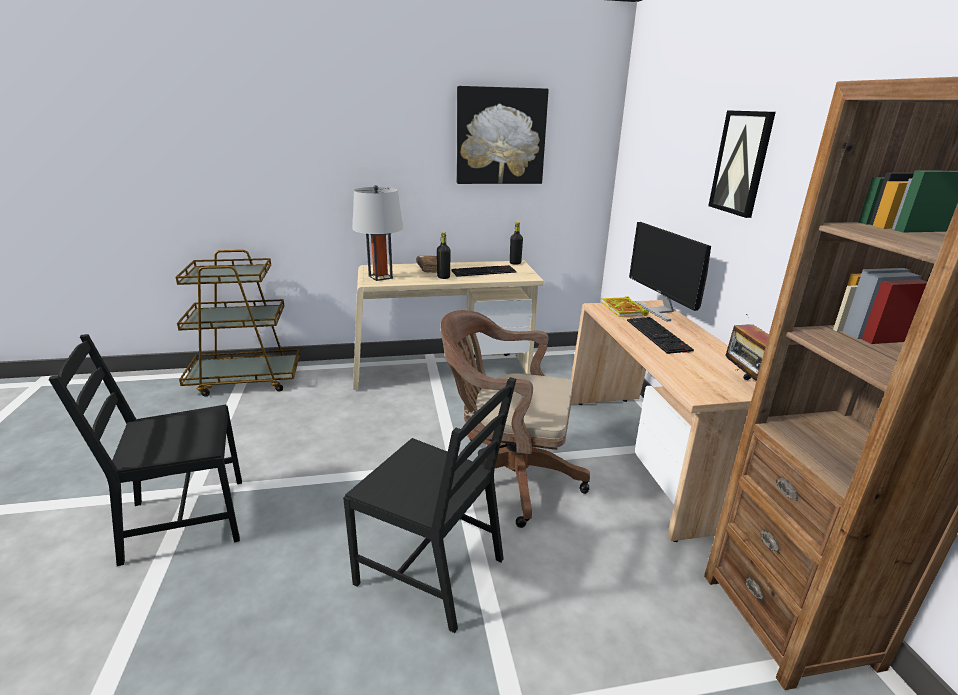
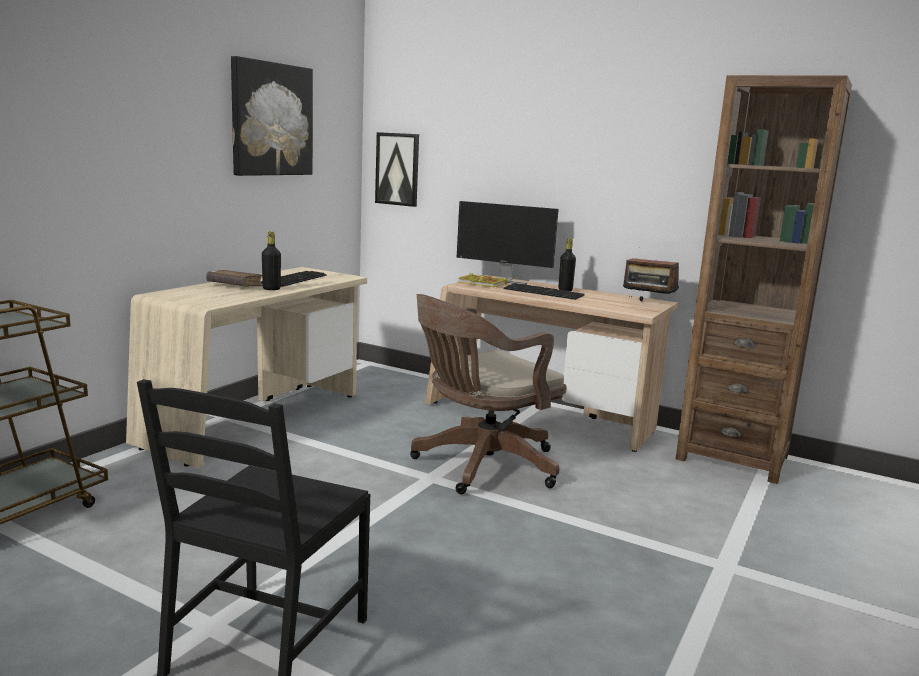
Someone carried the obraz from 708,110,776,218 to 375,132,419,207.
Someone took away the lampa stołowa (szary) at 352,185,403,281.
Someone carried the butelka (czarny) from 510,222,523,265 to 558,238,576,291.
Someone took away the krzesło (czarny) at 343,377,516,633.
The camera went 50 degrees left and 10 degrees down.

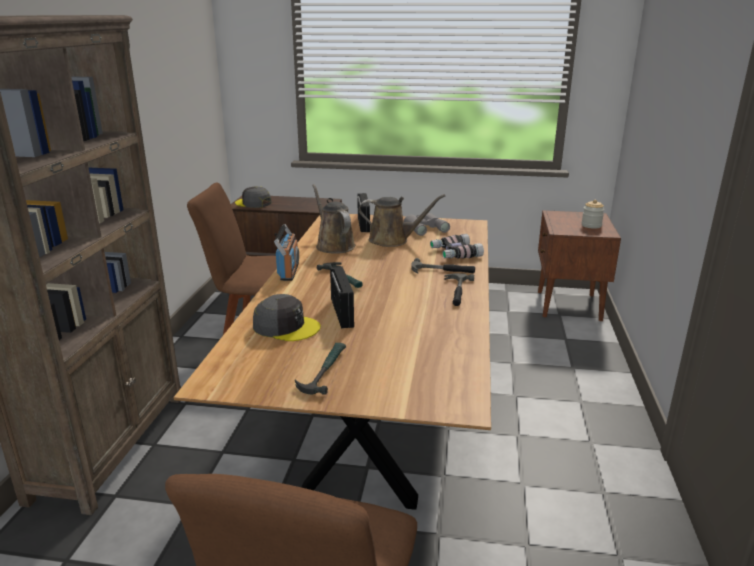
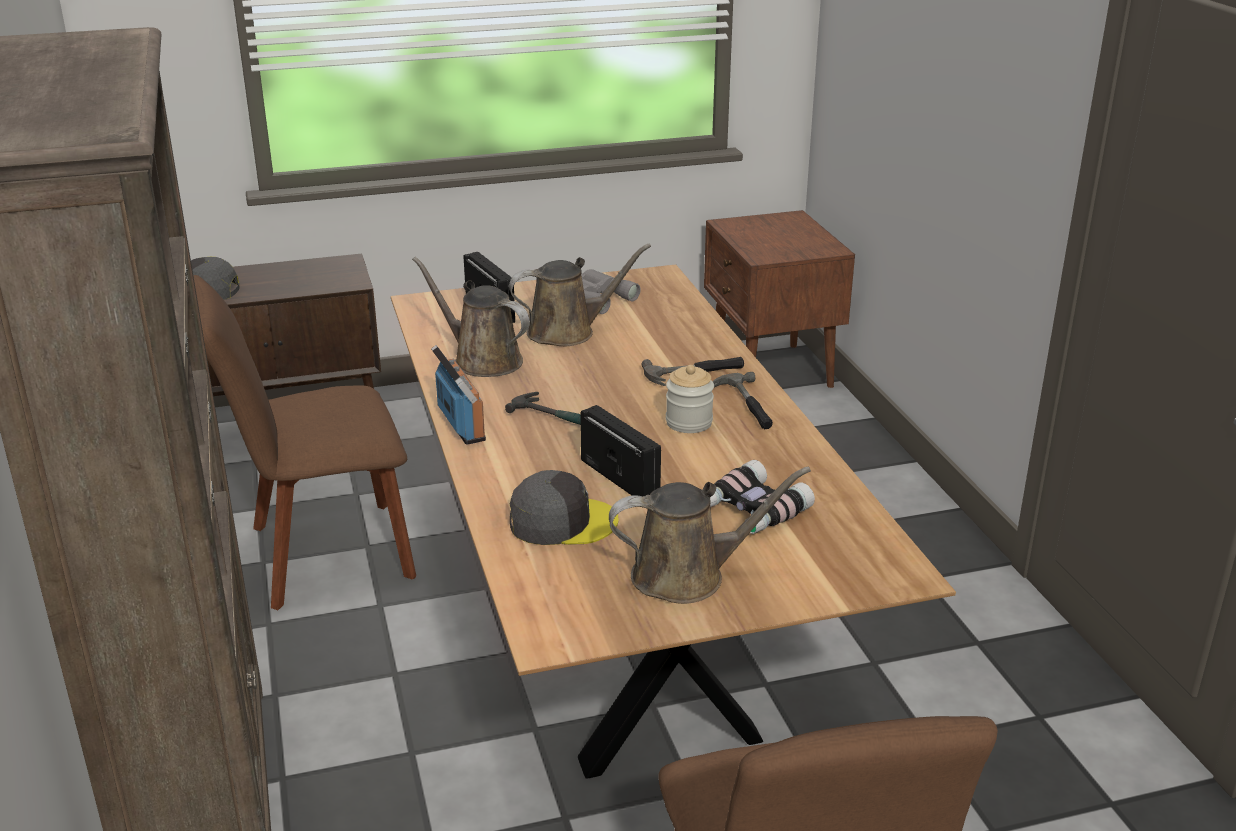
Someone carried the słoik from 581,200,605,229 to 666,365,714,433.
Someone carried the lornetka from 430,234,484,258 to 710,460,815,534.
Someone swapped the młotek at 295,343,346,395 for the konewka (brązowy) at 609,467,811,604.
The camera went 25 degrees left and 5 degrees up.

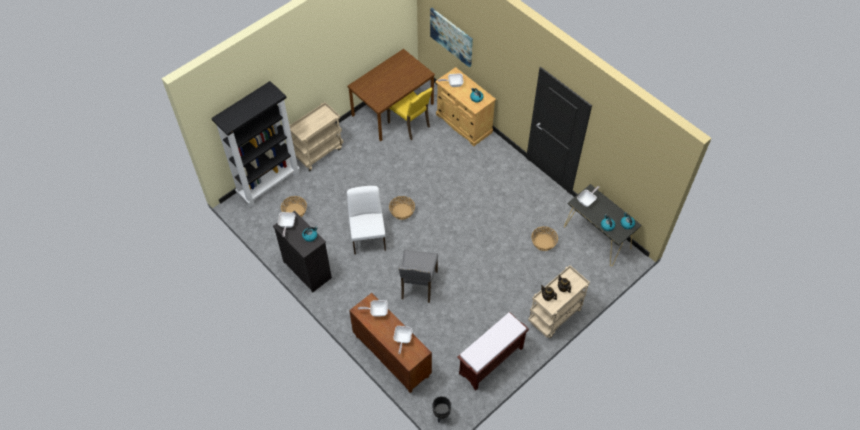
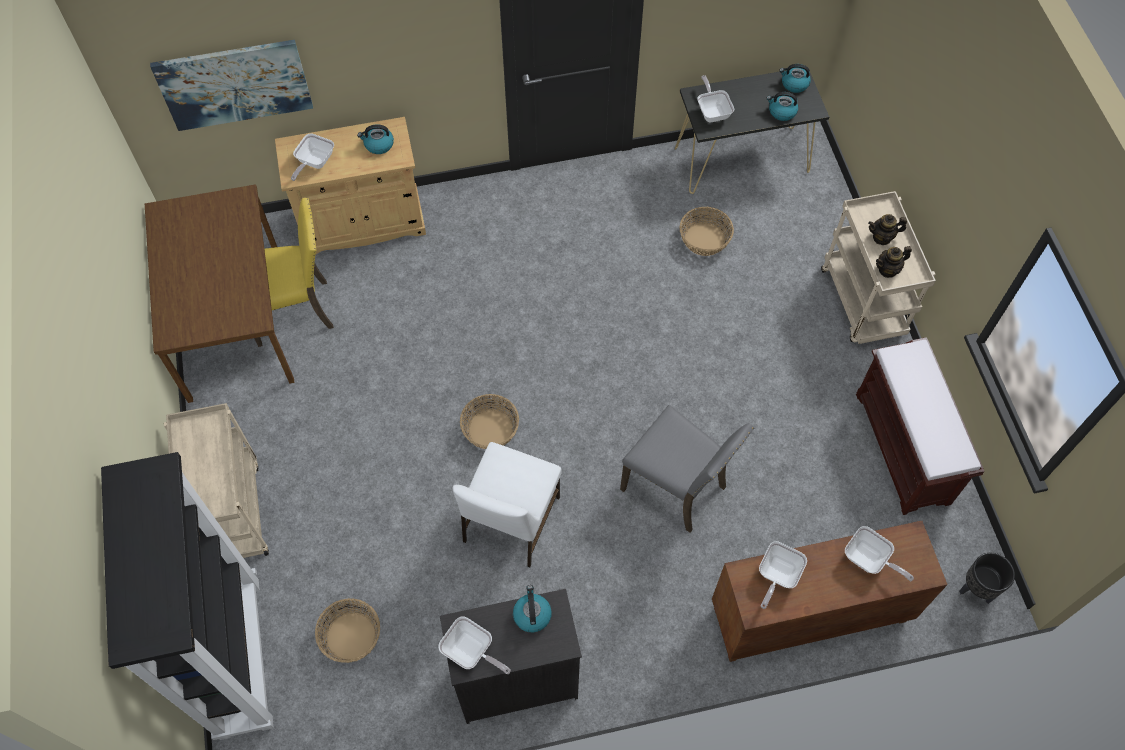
Someone rotated the krzesło (biały) at 347,186,386,255 by 90 degrees counterclockwise.
The camera went 60 degrees left and 5 degrees up.

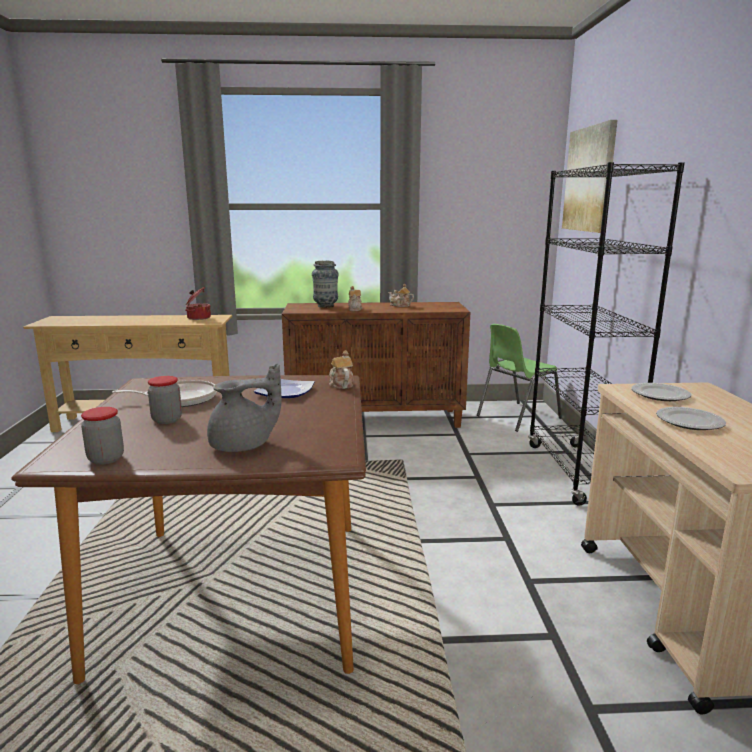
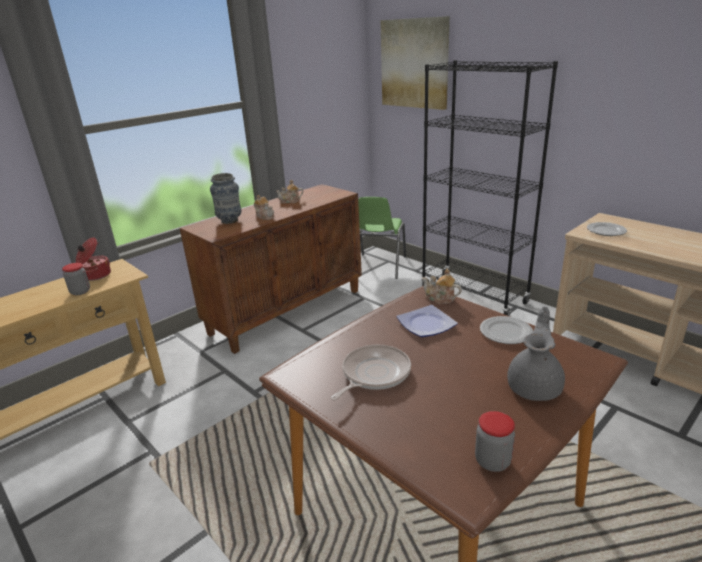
Someone carried the słoik from 148,376,182,424 to 62,263,90,295.
Someone carried the talerz from 656,407,726,430 to 480,316,533,344.
The camera went 40 degrees left and 10 degrees up.

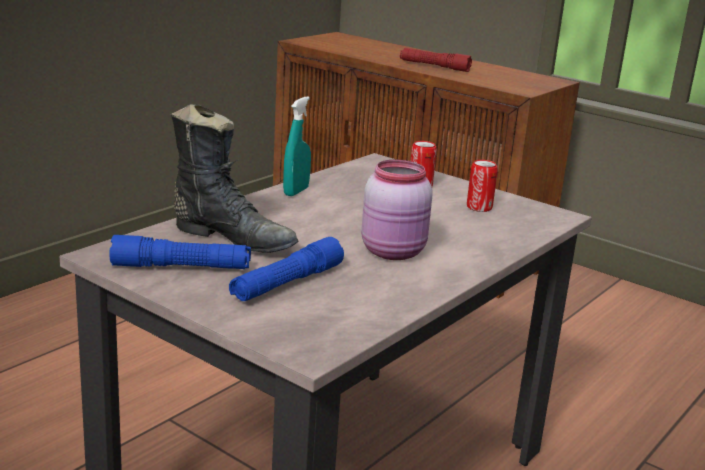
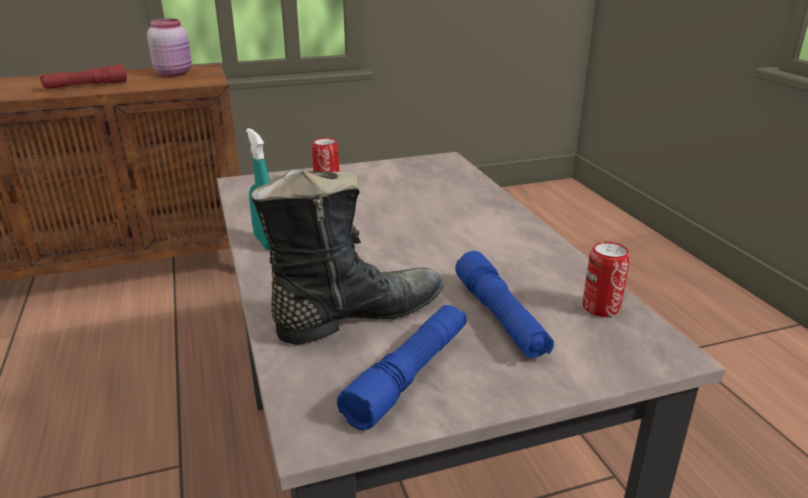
Someone carried the słoik (różowy) from 361,160,433,260 to 147,19,192,76.
Someone carried the puszka from 467,160,498,212 to 583,242,630,317.
The camera went 55 degrees left and 5 degrees up.

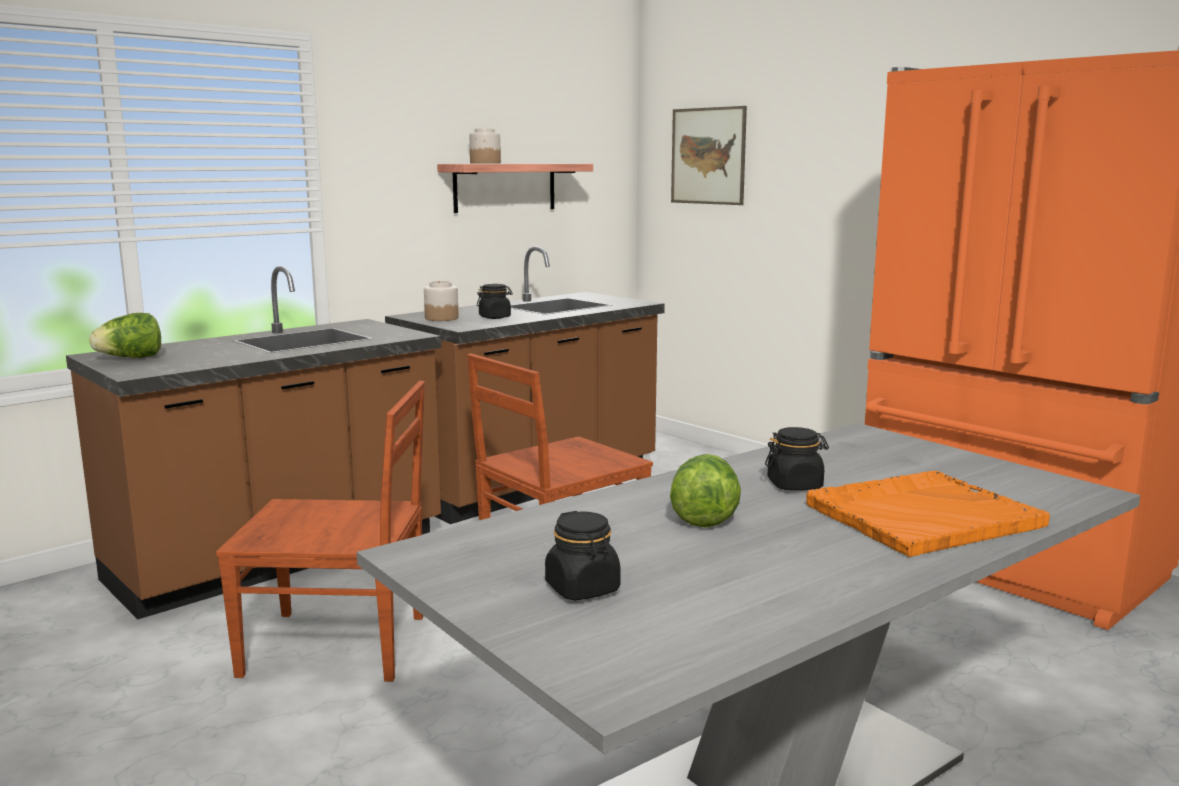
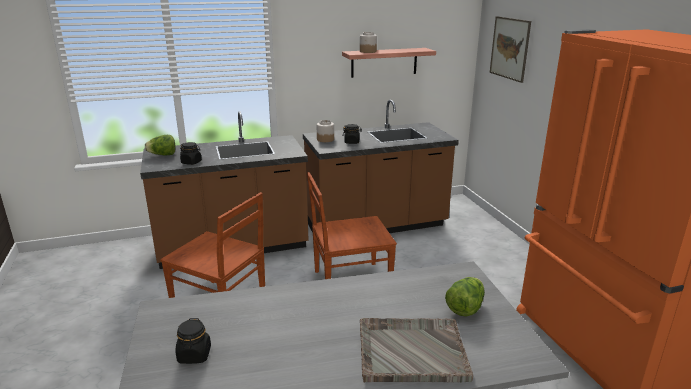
Someone carried the słoik (czarny) from 765,427,829,490 to 180,142,202,165.
Someone carried the sałata from 670,454,741,528 to 445,277,485,317.
Someone repainted the taca (pomarańczowy) at 807,471,1050,557, which became the taca (szary) at 360,318,473,382.
The camera went 25 degrees right and 10 degrees up.

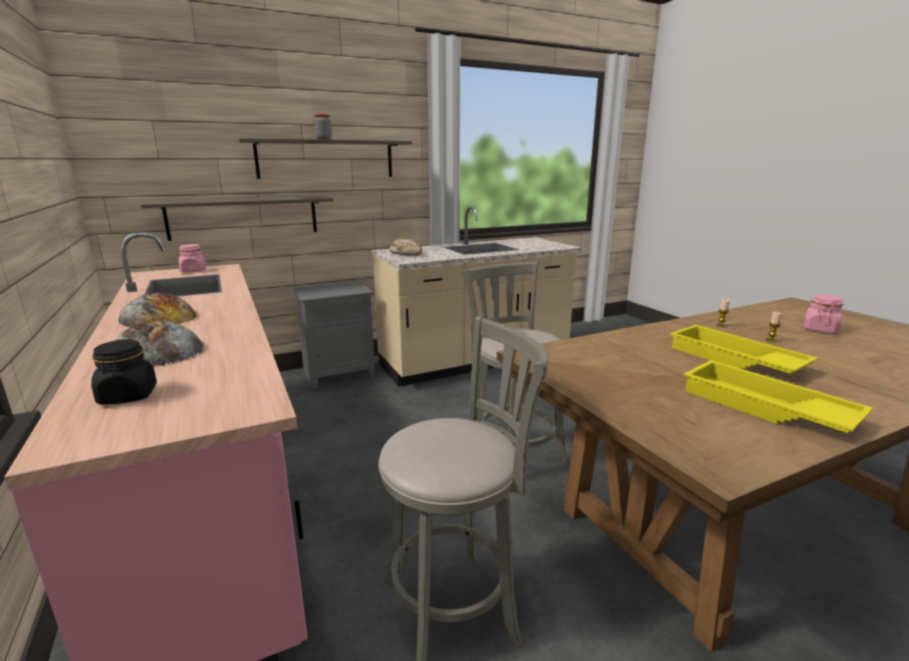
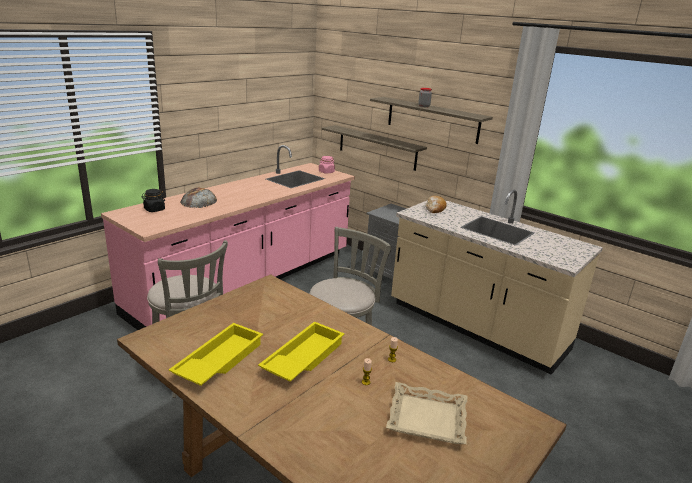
Someone took away the chleb at 118,292,196,327.
Someone swapped the słoik (różowy) at 804,294,843,333 for the taca (beżowy) at 386,382,467,444.
The camera went 65 degrees right and 5 degrees up.

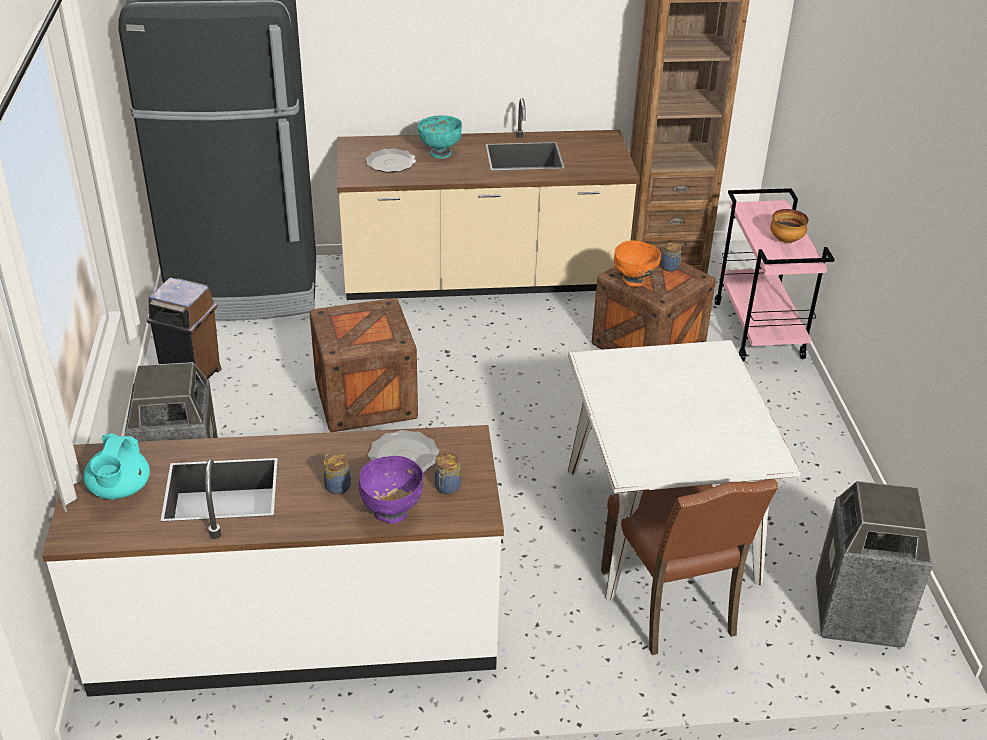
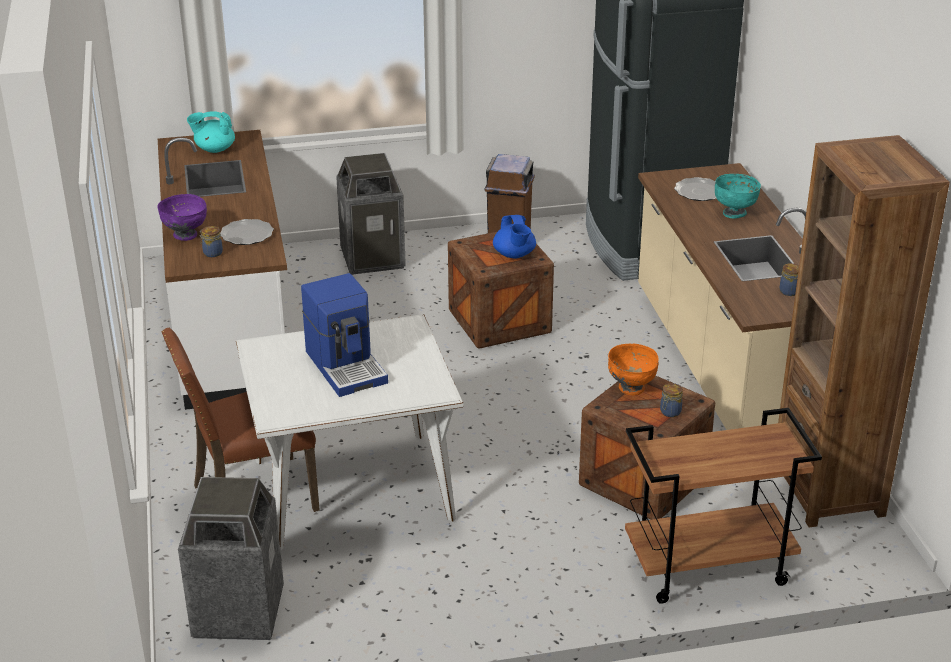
Someone repainted the wózek (różowy) at 715,188,835,361, which became the wózek (brązowy) at 625,408,822,604.
Someone took away the miska at 770,209,809,243.
Someone carried the słoik from 324,453,351,495 to 779,263,799,296.
Someone put down the imbryk (niebieski) at 493,215,536,258.
Someone put down the ekspres do kawy at 301,273,388,397.
The camera went 85 degrees right and 5 degrees down.

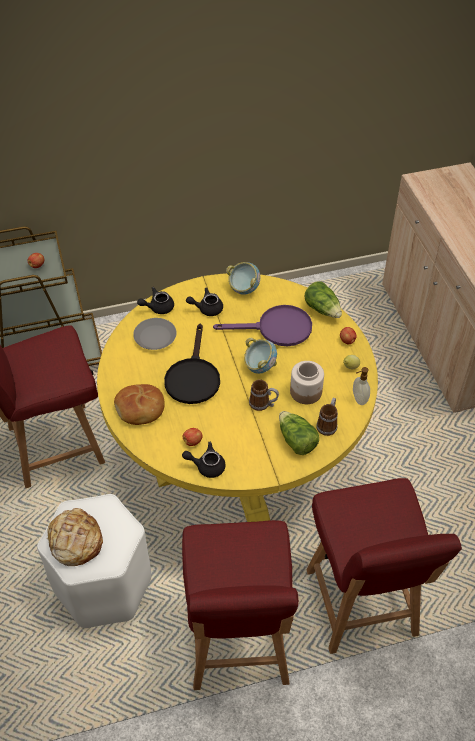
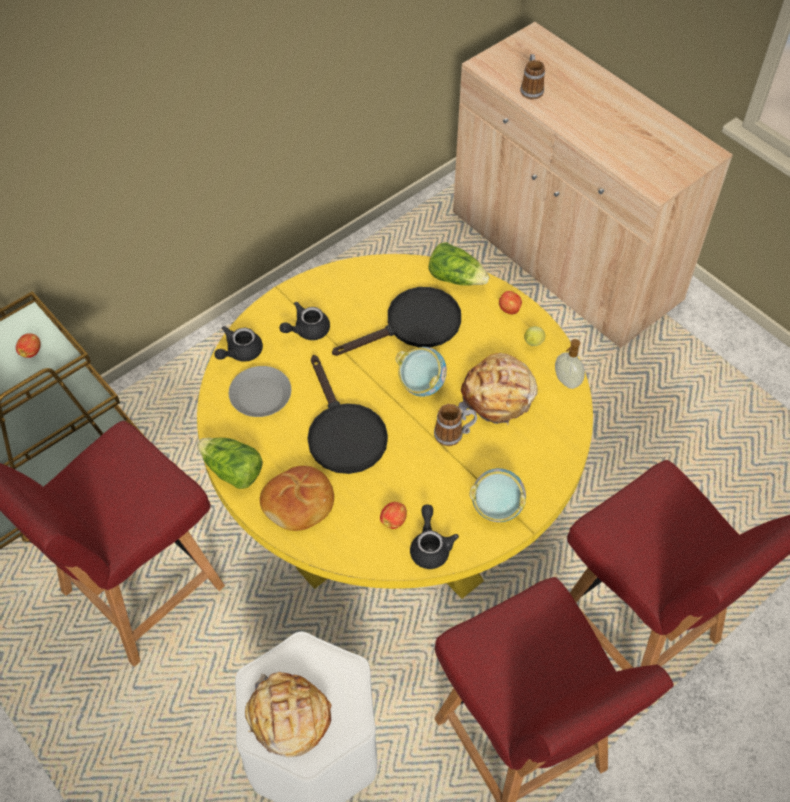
Someone carried the miska from 226,262,260,295 to 470,468,526,522.
Someone repainted the patelnia (fioletowy) at 213,305,312,346, which became the patelnia (czarny) at 332,287,461,356.
Someone swapped the słoik at 290,361,324,404 for the chleb at 458,353,538,425.
Someone carried the kubek from 316,398,338,436 to 520,54,545,99.
Someone carried the sałata from 279,411,319,455 to 197,438,263,489.
Someone rotated the imbryk (czarny) at 182,442,226,478 by 105 degrees clockwise.
The camera went 25 degrees left and 5 degrees up.

